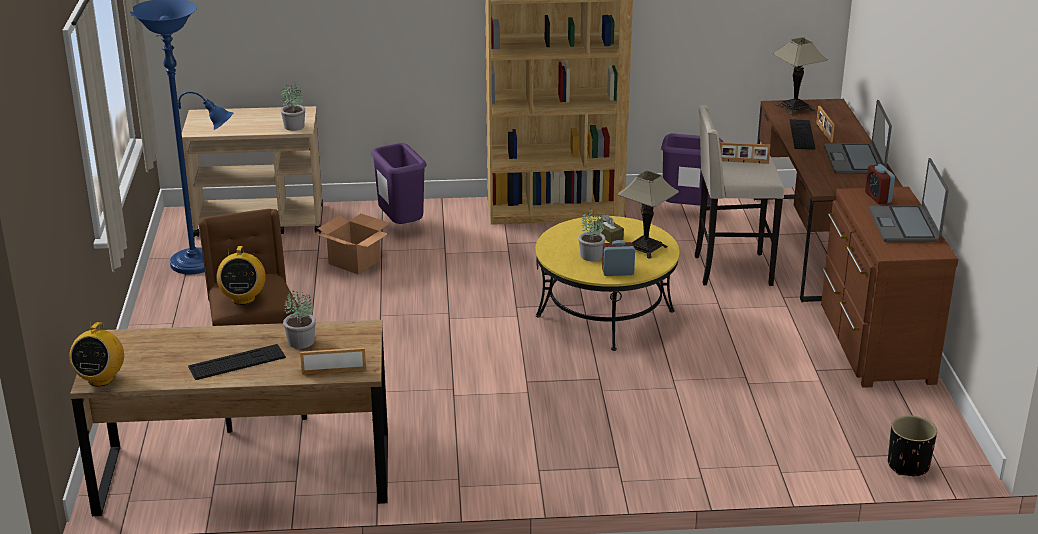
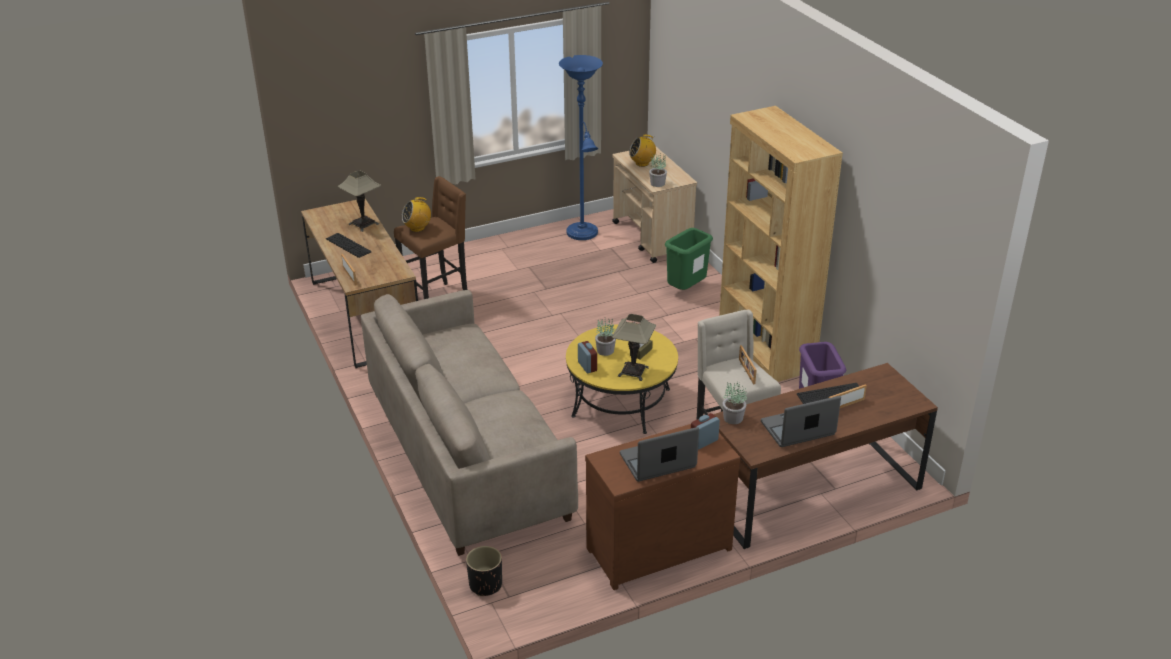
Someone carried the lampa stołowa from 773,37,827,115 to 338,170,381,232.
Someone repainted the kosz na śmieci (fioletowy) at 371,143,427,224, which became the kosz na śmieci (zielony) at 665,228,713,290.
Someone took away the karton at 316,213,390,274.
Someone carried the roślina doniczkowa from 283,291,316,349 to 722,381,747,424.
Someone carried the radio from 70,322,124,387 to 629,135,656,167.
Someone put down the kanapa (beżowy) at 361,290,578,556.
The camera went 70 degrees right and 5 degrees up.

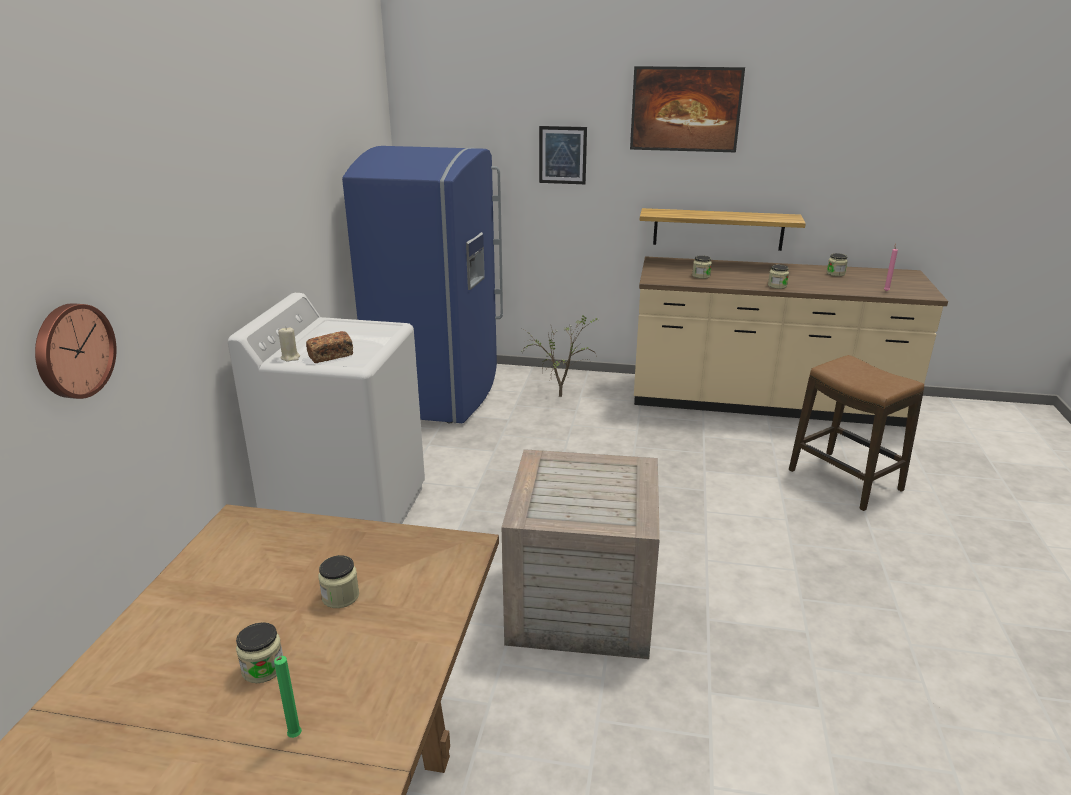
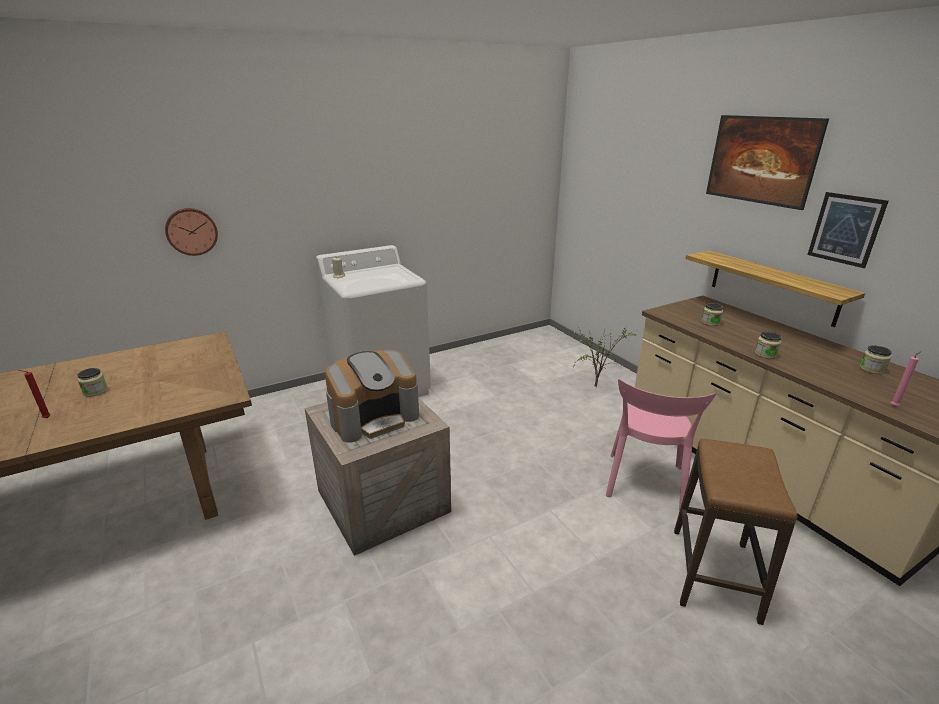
Someone carried the obraz from 539,126,587,184 to 808,192,889,268.
Someone took away the lodówka (niebieski) at 342,146,503,424.
Someone took away the chleb at 306,331,353,363.
Someone took away the słoik at 318,555,359,608.
Someone repainted the świeca (zielony) at 274,656,302,738, which became the świeca (czerwony) at 18,370,51,418.
Someone put down the ekspres do kawy at 325,350,419,443.
Someone put down the krzesło (różowy) at 606,379,717,510.
The camera went 50 degrees right and 0 degrees up.

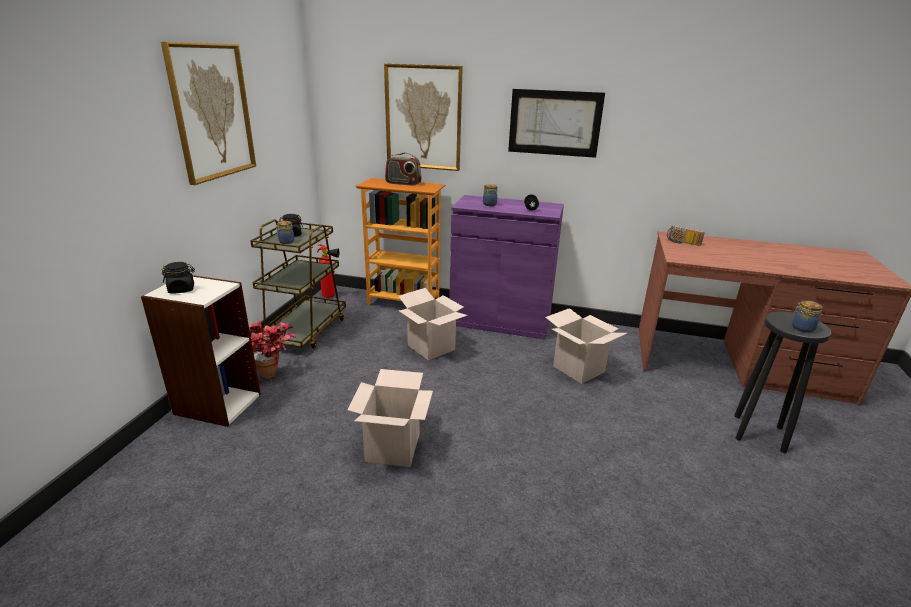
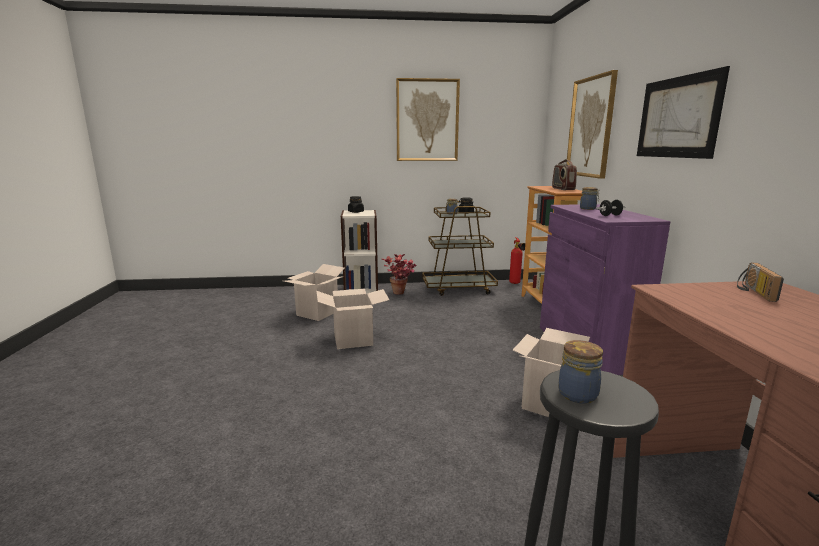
Someone carried the karton from 398,288,468,361 to 284,264,345,321.
The camera went 70 degrees right and 10 degrees down.

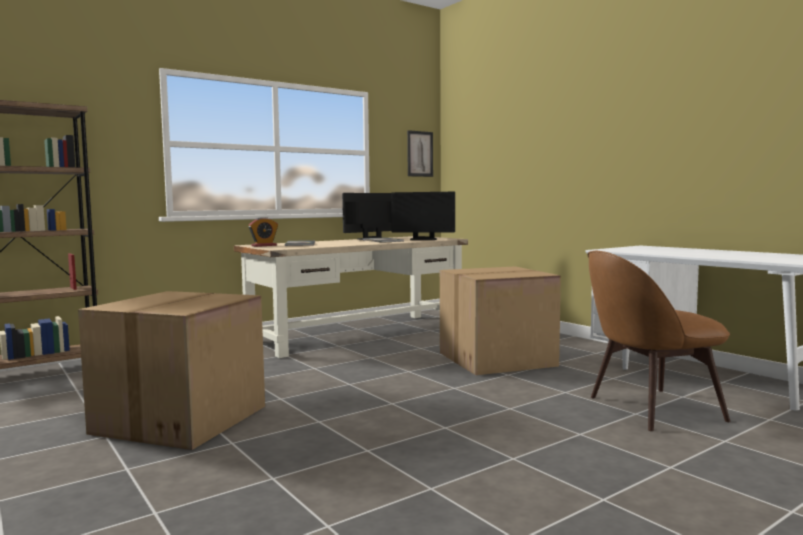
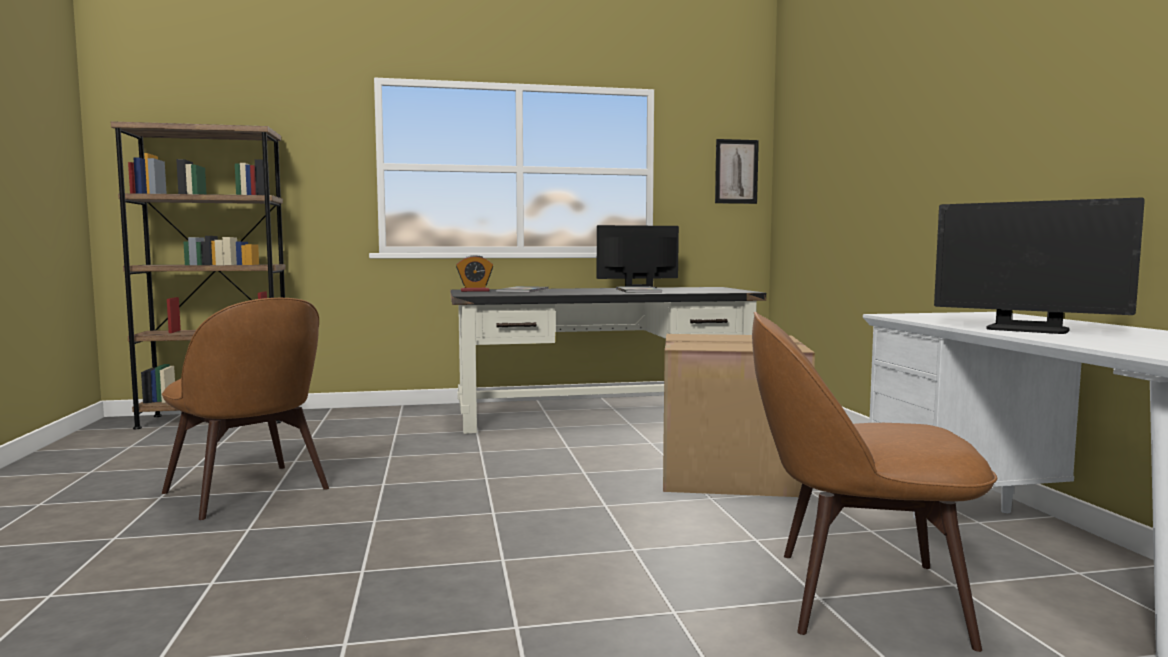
Someone carried the monitor from 391,192,455,240 to 934,197,1145,334.
Someone repainted the biurko (beżowy) at 234,236,468,358, which became the biurko (czarny) at 450,287,766,434.
Someone swapped the karton at 78,291,265,450 for the krzesło (brązowy) at 162,298,329,520.
The camera went 25 degrees right and 0 degrees up.

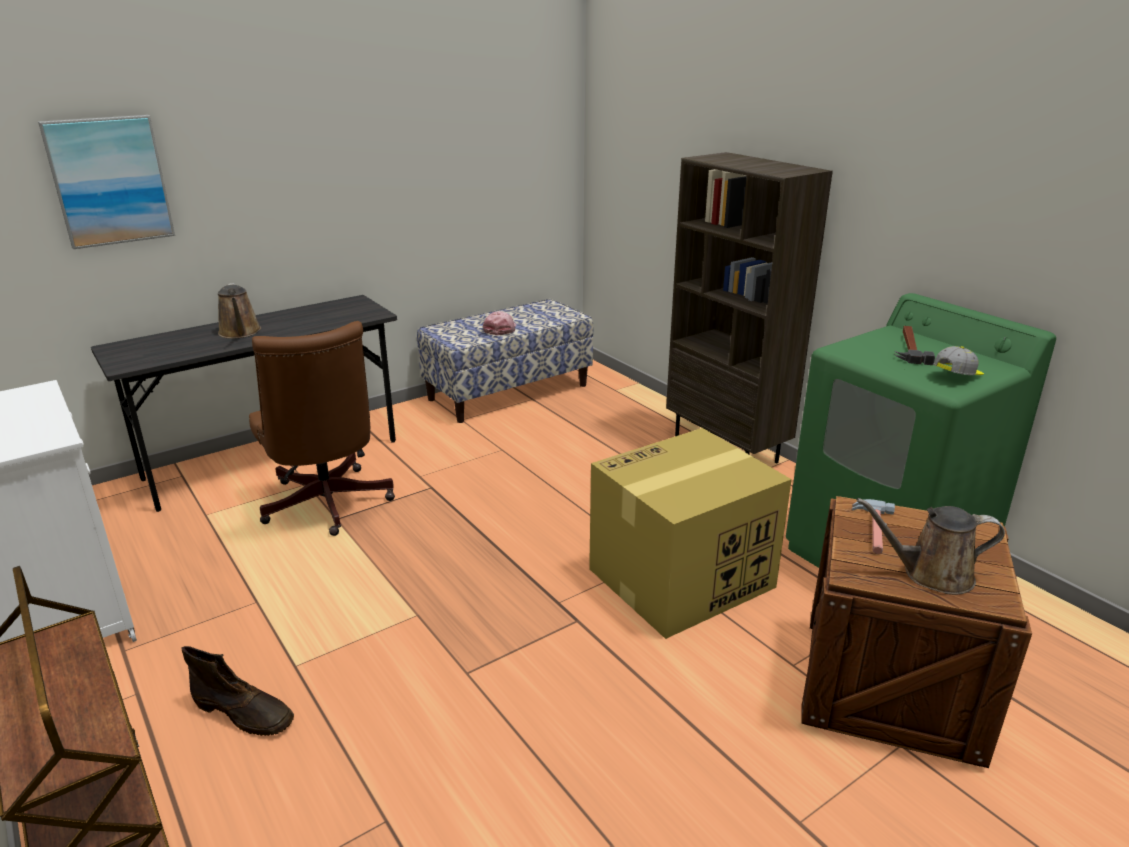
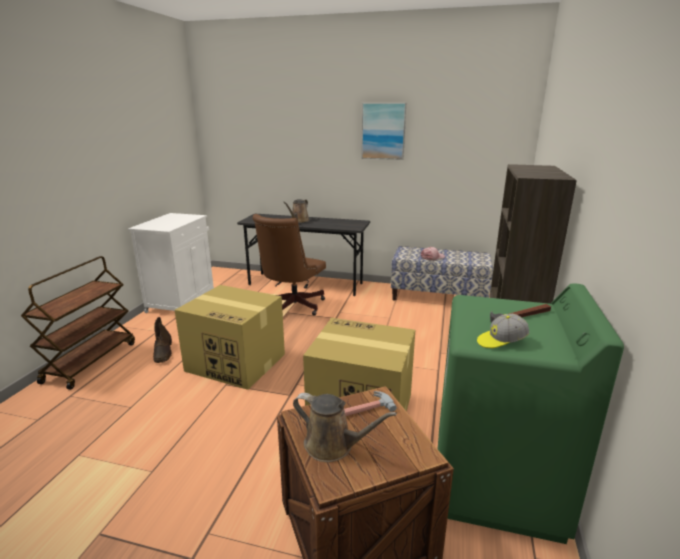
Someone carried the obraz from 38,115,175,249 to 361,103,406,160.
Someone rotated the czapka z daszkiem at 933,346,984,375 by 150 degrees clockwise.
Someone rotated the konewka (brązowy) at 857,498,1005,595 by 150 degrees clockwise.
Someone put down the karton at 175,285,285,390.
The camera went 50 degrees right and 5 degrees down.

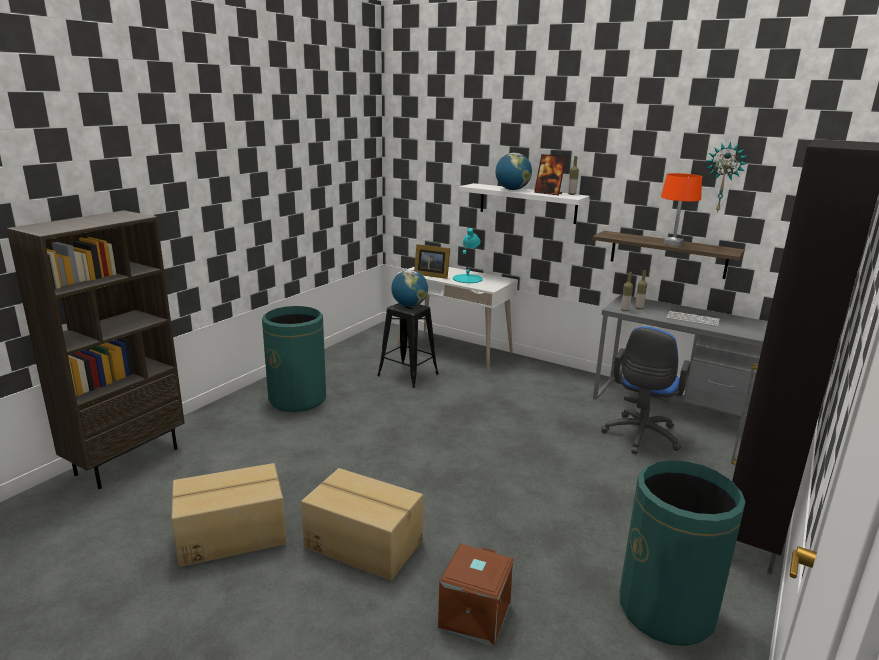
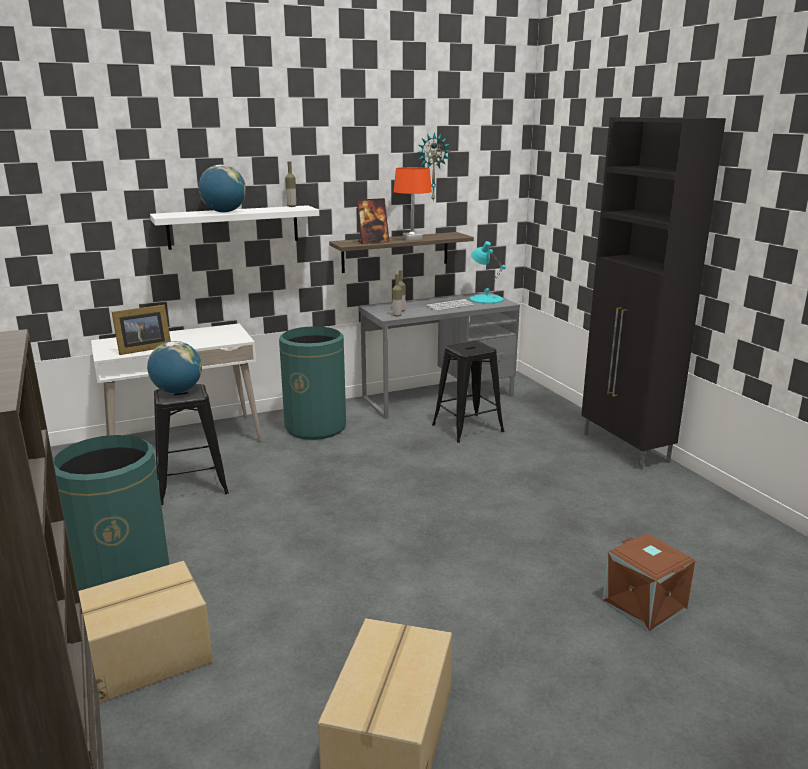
Someone carried the ramka na zdjęcie from 534,154,567,195 to 356,198,389,244.
Someone carried the lampa stołowa (turkusowy) from 453,228,483,283 to 470,241,506,304.
Someone swapped the krzesło biurowe (niebieski) at 601,326,690,454 for the stołek (czarny) at 432,341,504,443.
Someone carried the kosz na śmieci (zielony) from 619,460,745,646 to 279,326,346,440.
Someone carried the karton from 301,468,424,581 to 78,561,213,703.
The camera went 55 degrees left and 0 degrees up.

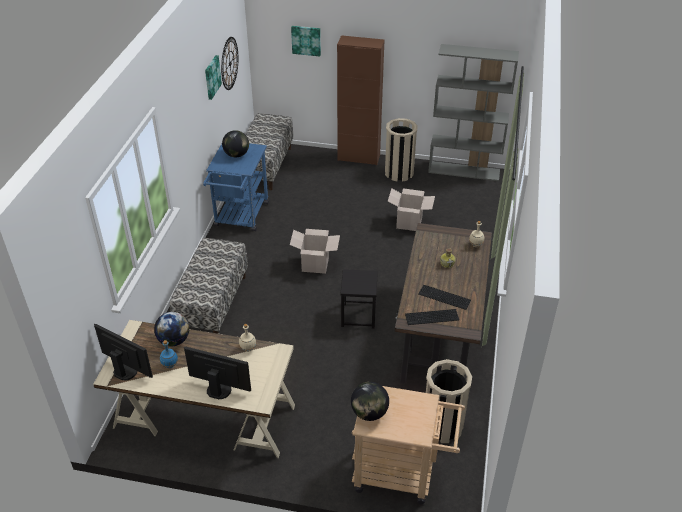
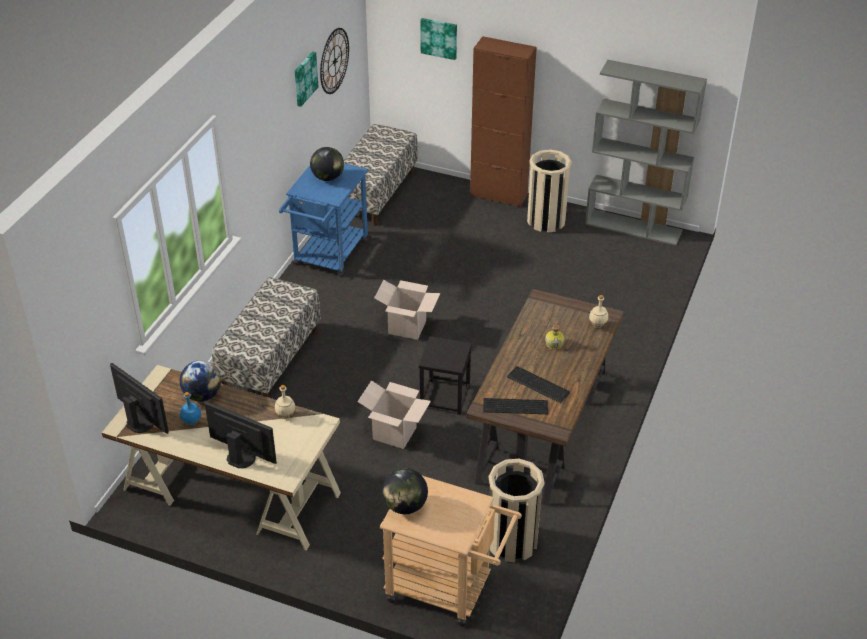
Someone carried the karton from 388,188,435,231 to 357,380,431,449.
The camera went 10 degrees right and 0 degrees up.

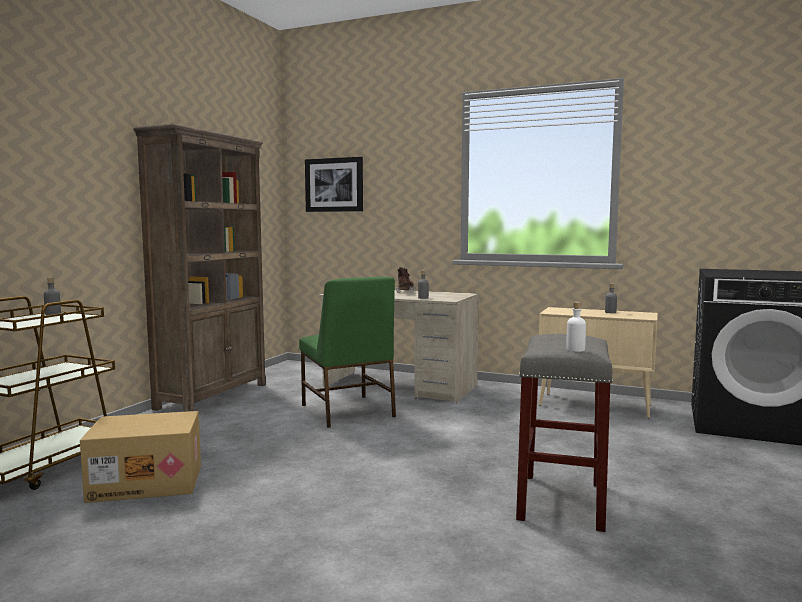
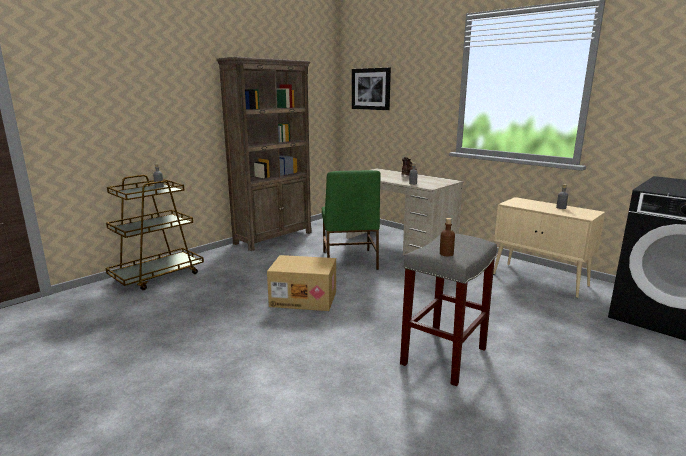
Someone repainted the butelka (biały) at 566,302,586,352, which became the butelka (brązowy) at 440,218,455,256.
Someone carried the karton from 80,411,201,503 to 267,255,336,311.
The camera went 20 degrees right and 10 degrees up.

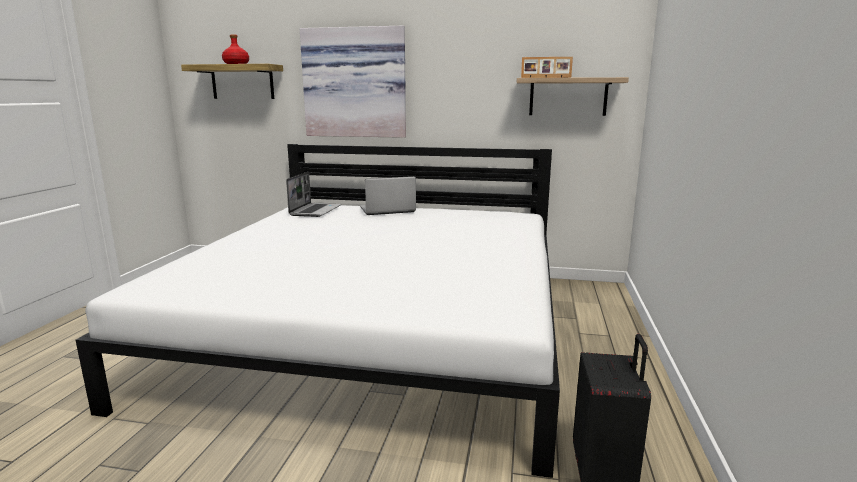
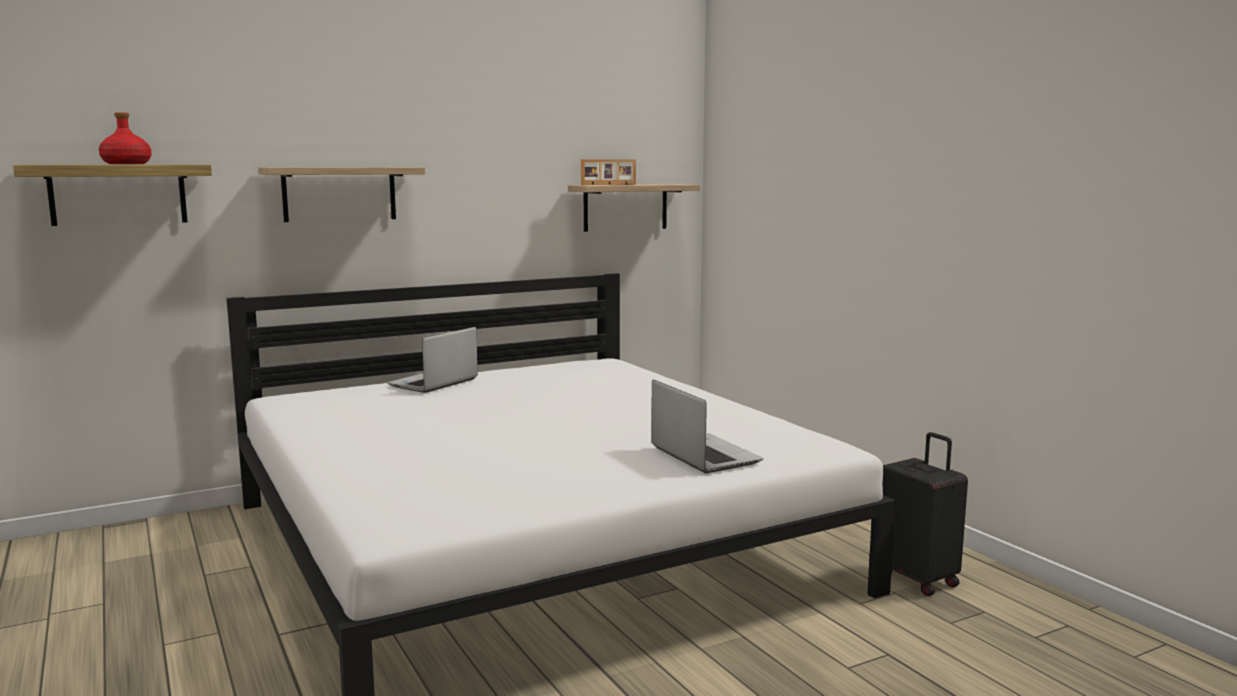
Someone swapped the obraz at 300,26,406,138 for the półka at 259,167,425,222.
Someone carried the laptop from 286,172,341,217 to 651,380,763,473.
The camera went 40 degrees left and 5 degrees down.

